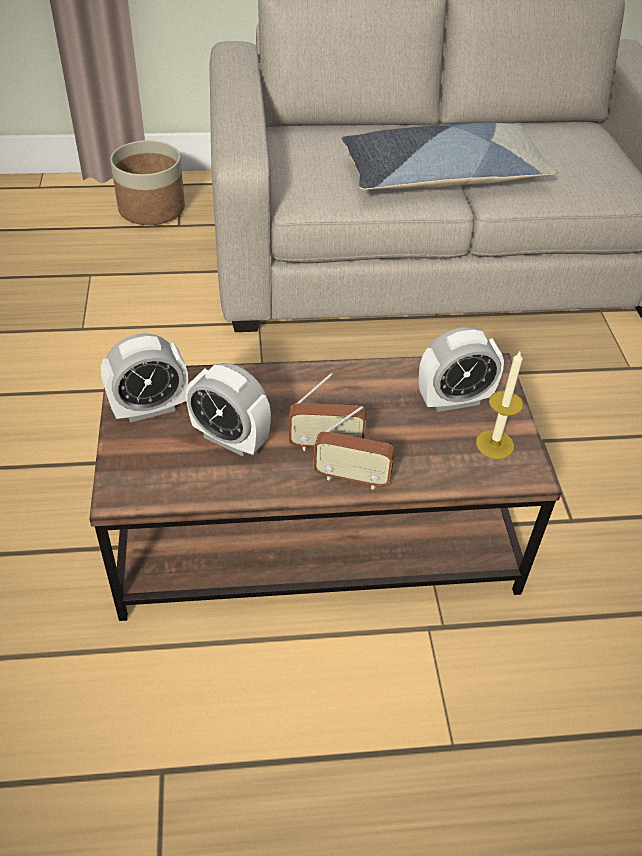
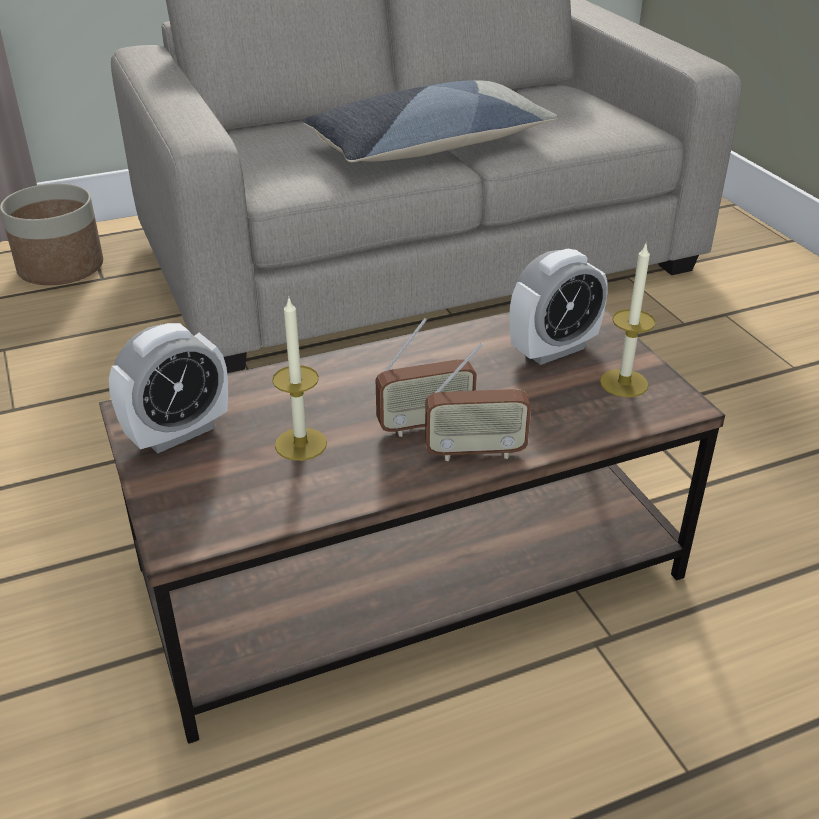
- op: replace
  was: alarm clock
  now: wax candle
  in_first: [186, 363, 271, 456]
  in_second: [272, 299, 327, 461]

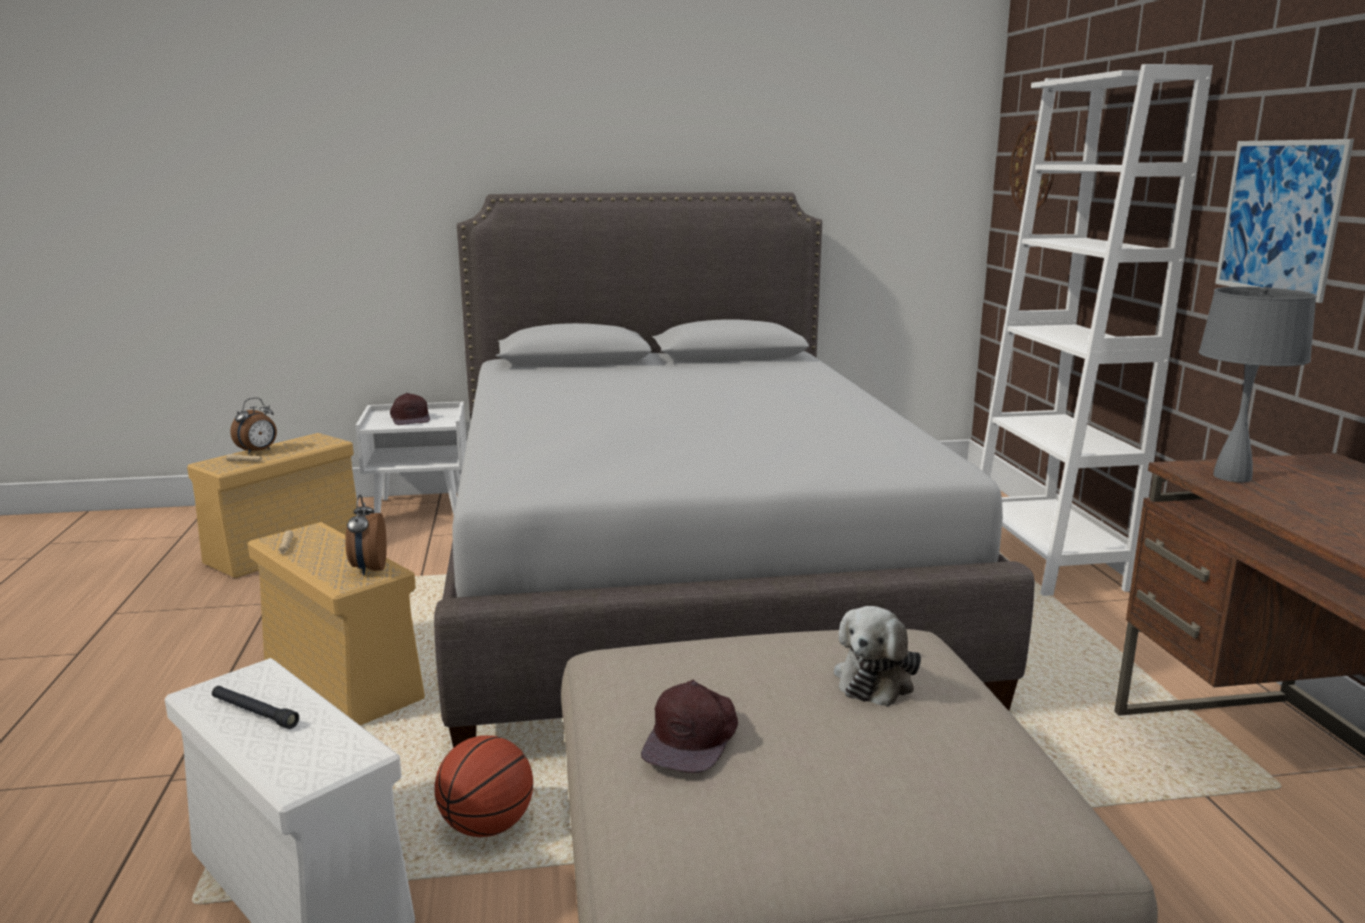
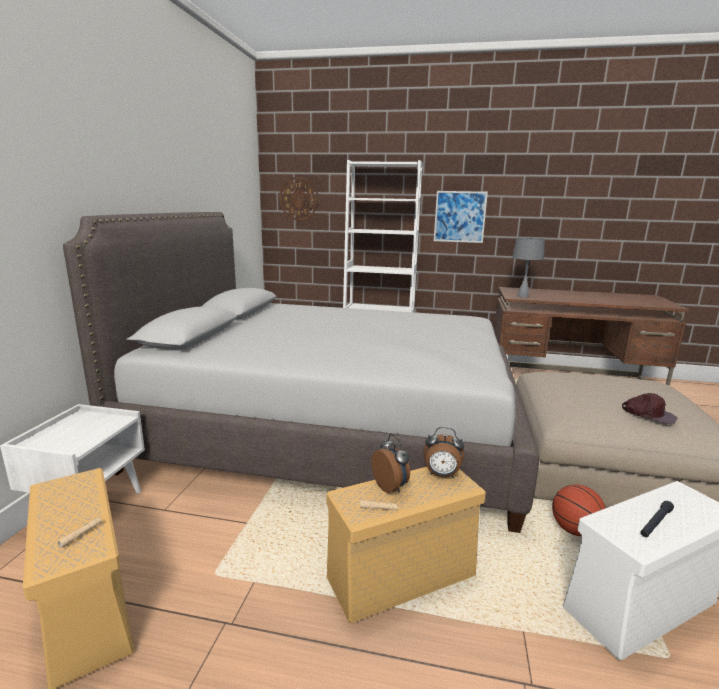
- op: delete
  was: brown cap
  in_first: [390, 393, 430, 425]
- op: delete
  was: cuddly toy
  in_first: [834, 606, 921, 707]
- op: move
  was: alarm clock
  in_first: [230, 397, 277, 454]
  in_second: [371, 434, 410, 493]

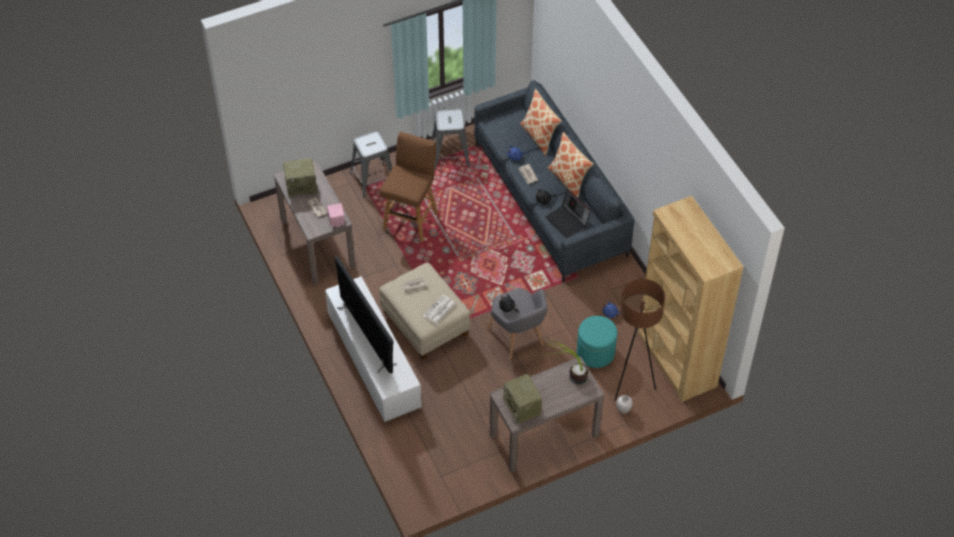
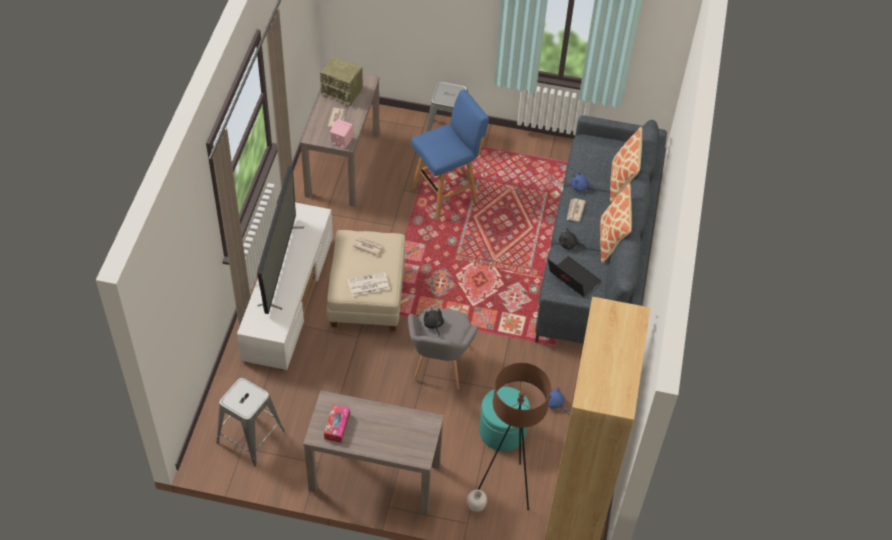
- op: delete
  was: houseplant
  in_first: [545, 339, 588, 385]
- op: move
  was: gray sitting stool
  in_first: [432, 109, 470, 170]
  in_second: [216, 378, 285, 467]
- op: replace
  was: radio set
  now: tissue holder
  in_first: [503, 374, 542, 424]
  in_second: [324, 405, 350, 443]
- op: recolor
  was: brown sitting stool
  now: bluish sitting stool
  in_first: [380, 132, 438, 242]
  in_second: [411, 89, 489, 220]
- op: rotate
  was: portable computer
  in_first: [545, 189, 591, 238]
  in_second: [548, 256, 601, 296]
  clockwise: 135

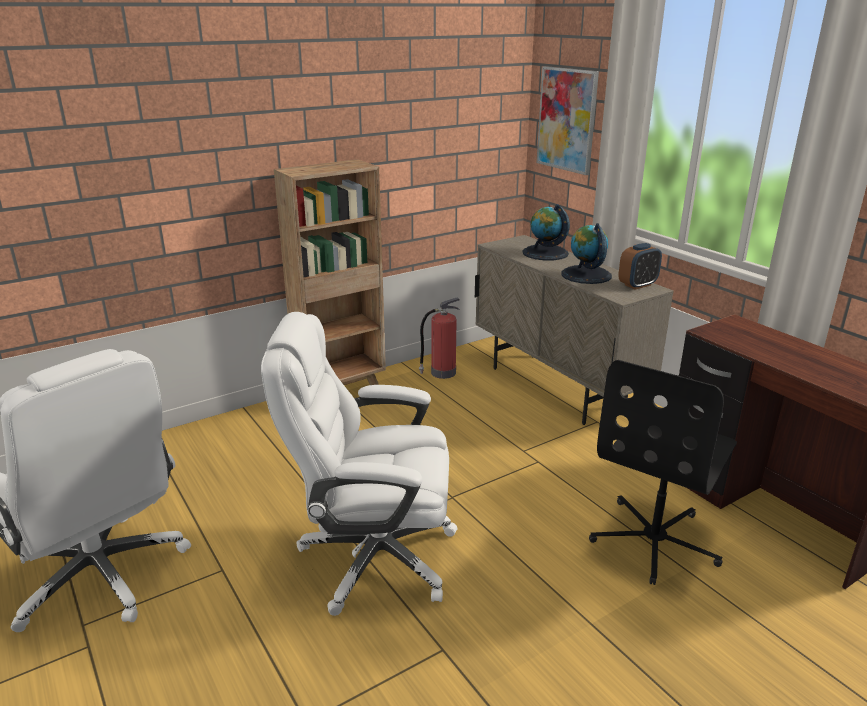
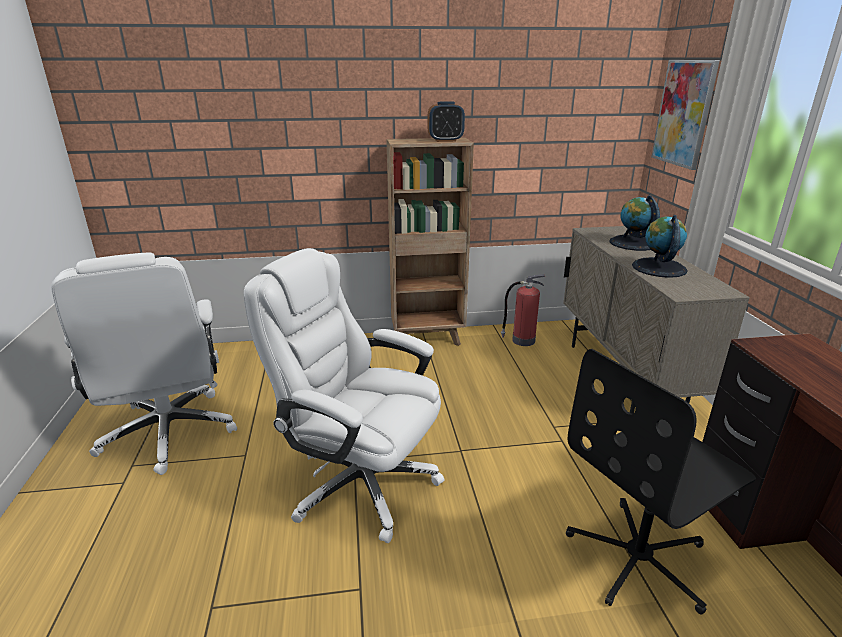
- op: move
  was: alarm clock
  in_first: [618, 243, 662, 290]
  in_second: [427, 101, 465, 142]

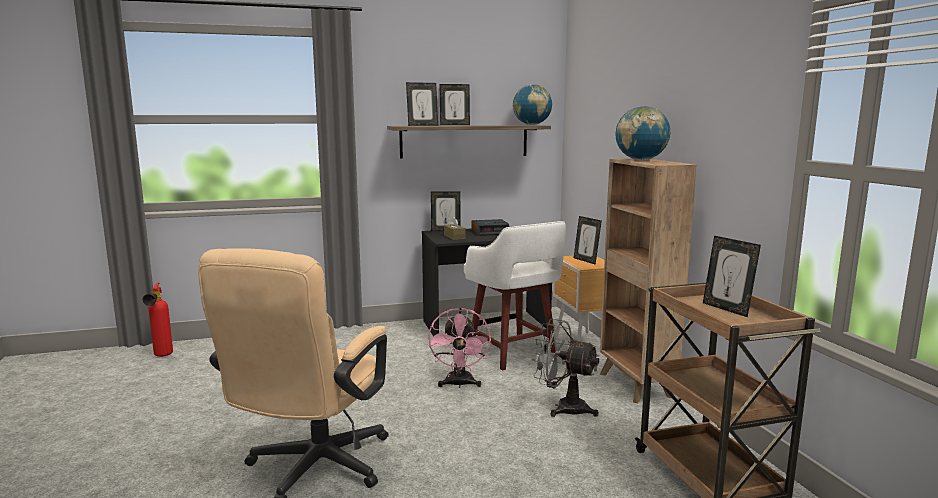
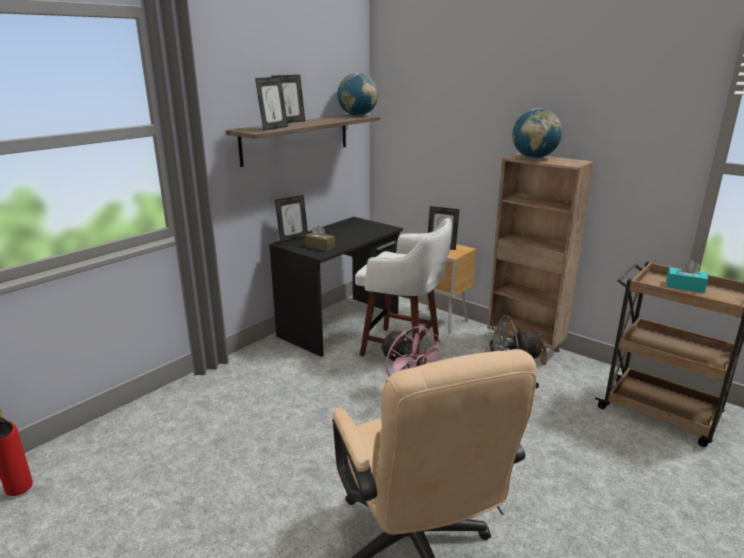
- op: delete
  was: alarm clock
  in_first: [471, 219, 509, 236]
- op: replace
  was: picture frame
  now: turquoise tissue holder
  in_first: [703, 236, 761, 317]
  in_second: [666, 260, 708, 293]

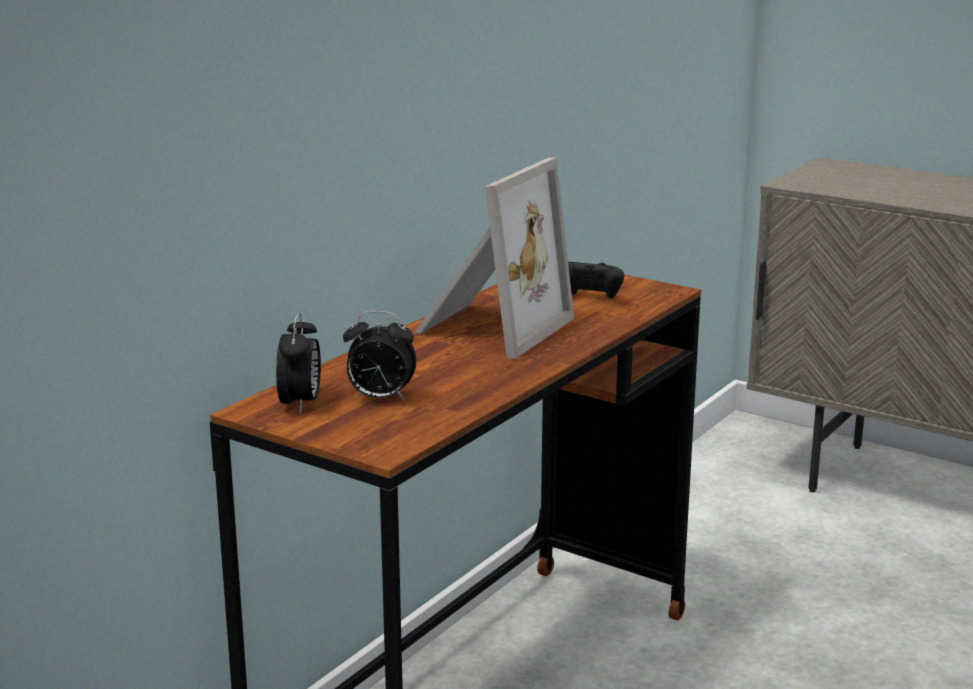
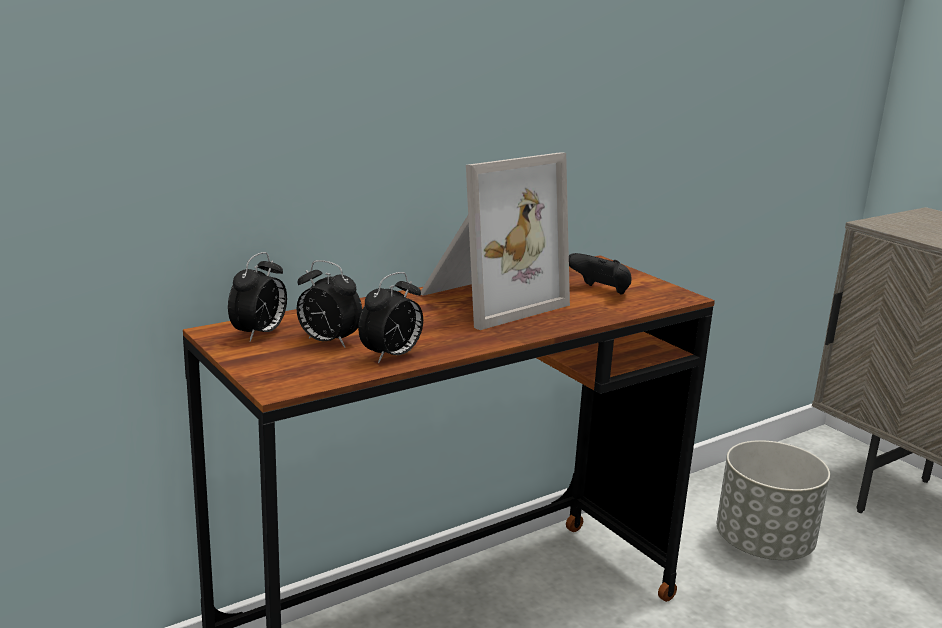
- op: insert
  now: alarm clock
  in_second: [358, 272, 423, 364]
- op: insert
  now: gray flower pot
  in_second: [716, 440, 830, 560]

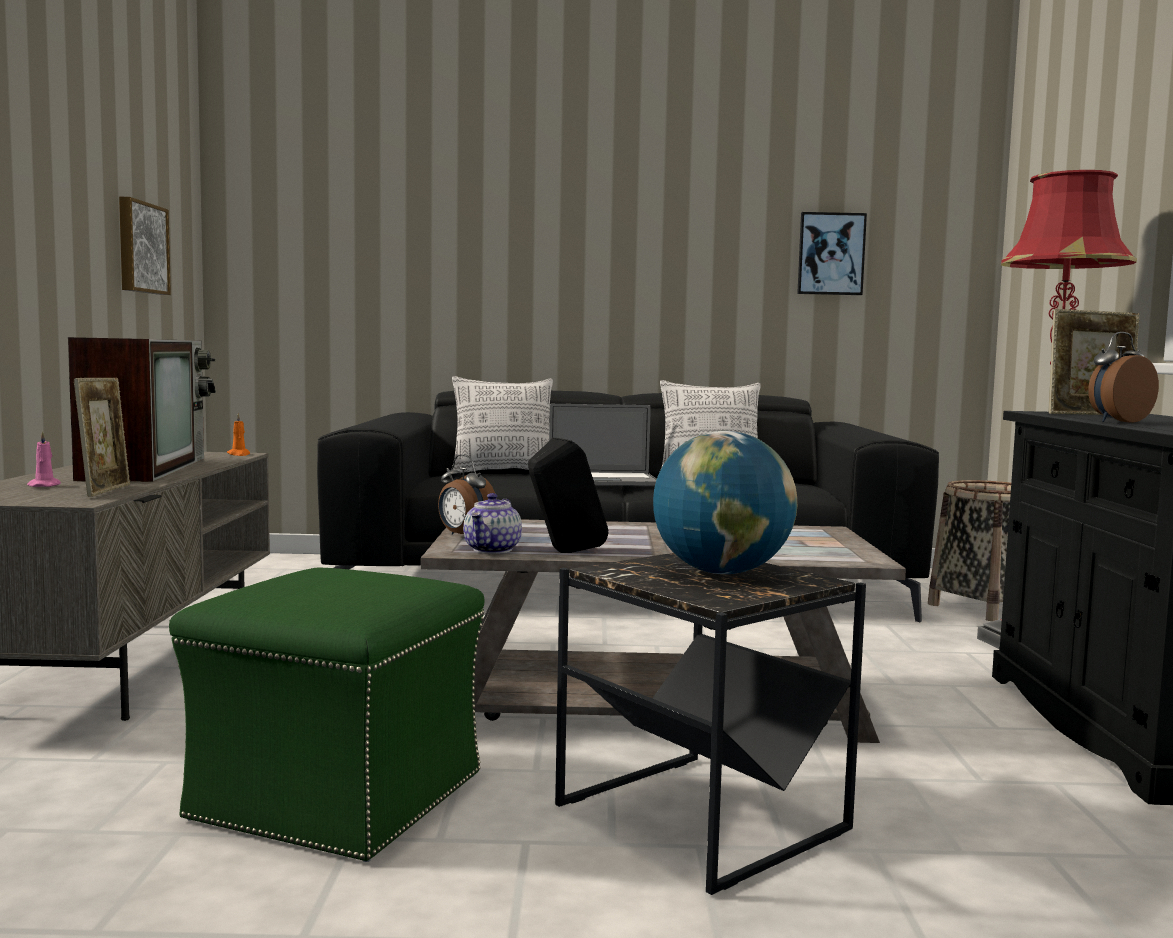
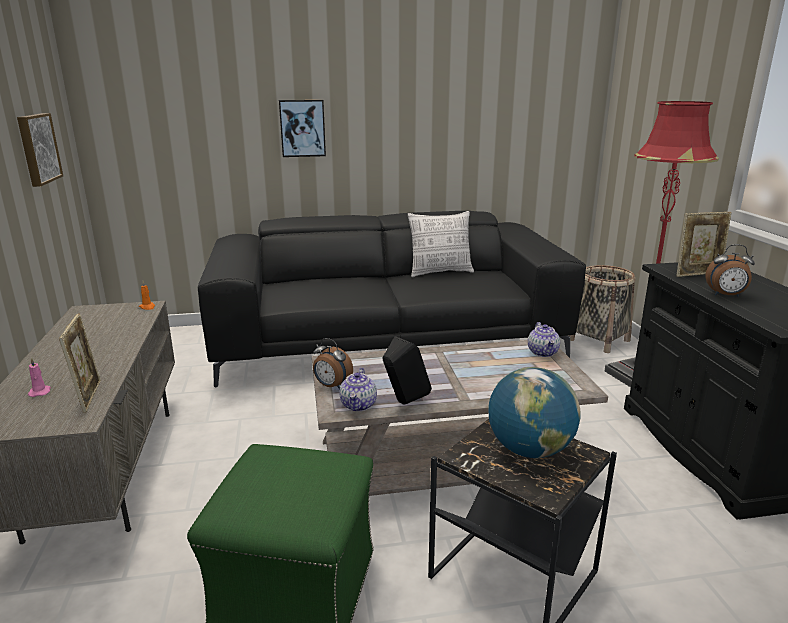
- op: delete
  was: TV set
  in_first: [68, 337, 216, 482]
- op: delete
  was: pillow
  in_first: [452, 376, 553, 473]
- op: delete
  was: portable computer
  in_first: [549, 404, 657, 486]
- op: insert
  now: pot for tea
  in_second: [528, 322, 560, 357]
- op: move
  was: wall art
  in_first: [797, 212, 867, 295]
  in_second: [279, 100, 326, 157]
- op: rotate
  was: alarm clock
  in_first: [1088, 332, 1159, 423]
  in_second: [705, 244, 755, 297]
  clockwise: -135

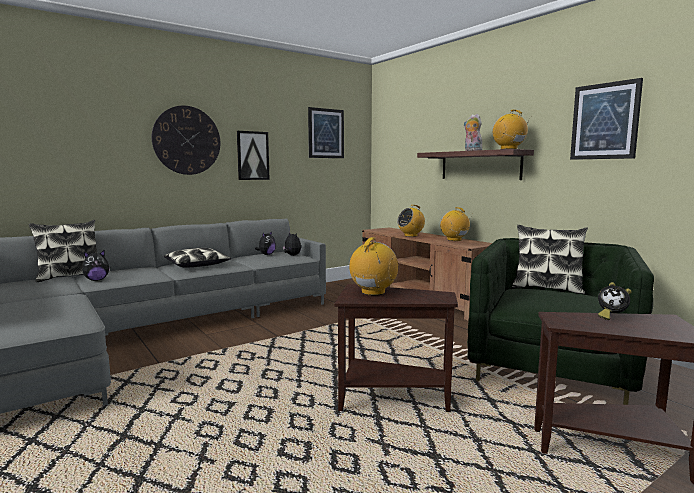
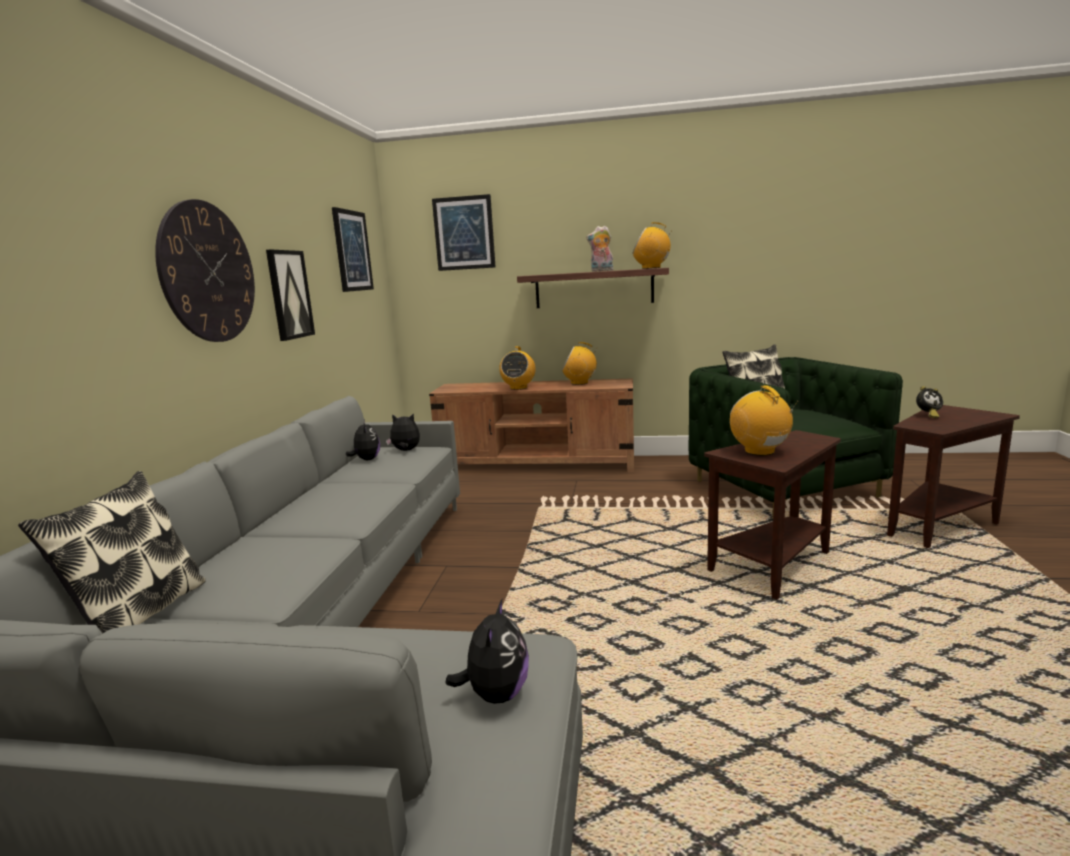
- op: delete
  was: pillow
  in_first: [164, 248, 231, 268]
- op: move
  was: cuddly toy
  in_first: [82, 251, 110, 281]
  in_second: [445, 598, 529, 704]
- op: move
  was: wall art
  in_first: [570, 78, 643, 160]
  in_second: [432, 194, 496, 271]

